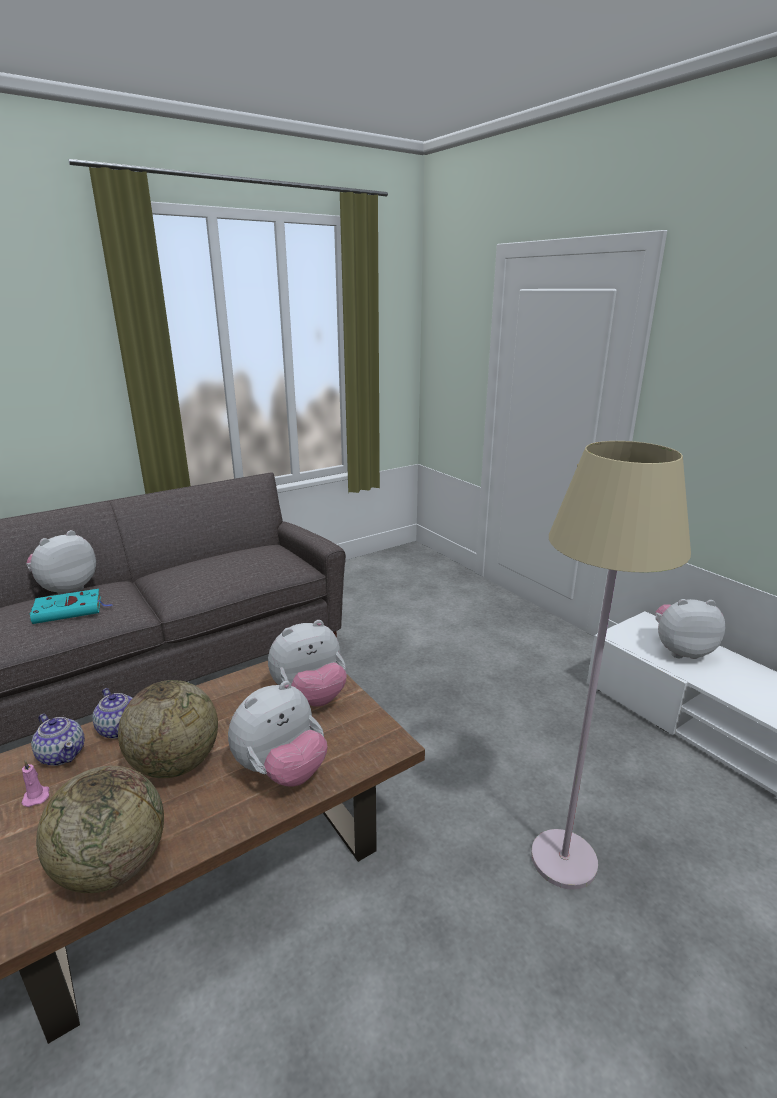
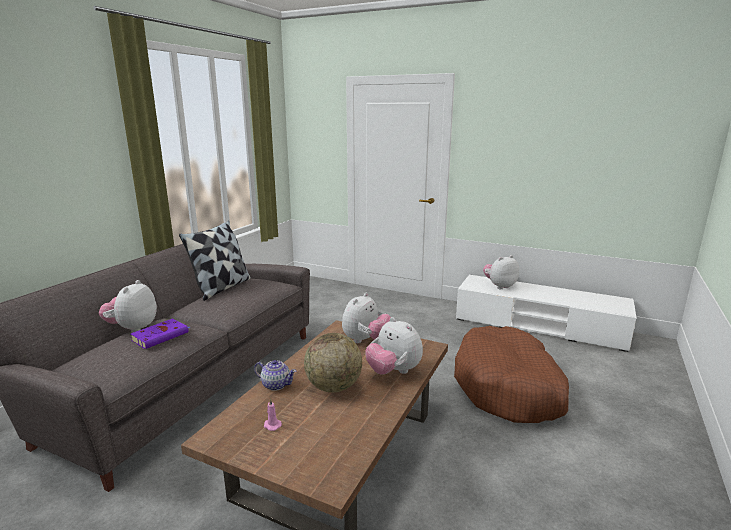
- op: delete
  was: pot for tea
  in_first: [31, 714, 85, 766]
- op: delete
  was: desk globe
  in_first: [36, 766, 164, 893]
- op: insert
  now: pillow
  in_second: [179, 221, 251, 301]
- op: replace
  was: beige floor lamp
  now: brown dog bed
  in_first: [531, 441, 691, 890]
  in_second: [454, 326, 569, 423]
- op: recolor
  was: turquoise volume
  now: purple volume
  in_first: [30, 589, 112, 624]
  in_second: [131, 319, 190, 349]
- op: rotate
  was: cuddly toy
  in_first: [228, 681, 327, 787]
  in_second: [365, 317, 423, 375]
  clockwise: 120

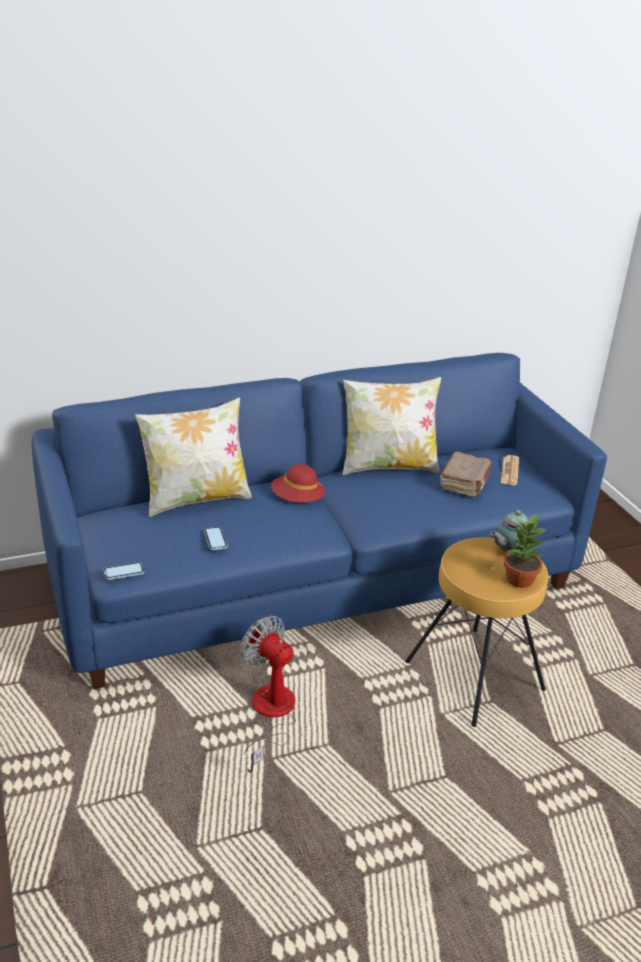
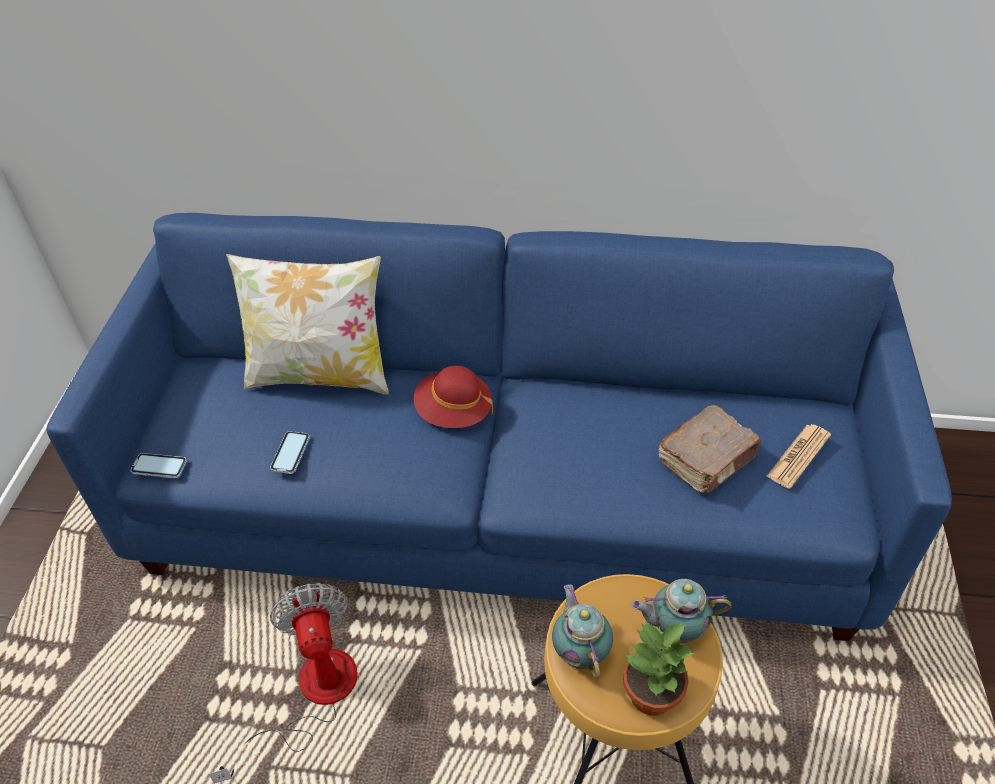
- op: delete
  was: pillow
  in_first: [343, 377, 441, 475]
- op: insert
  now: pot for tea
  in_second: [552, 584, 613, 679]

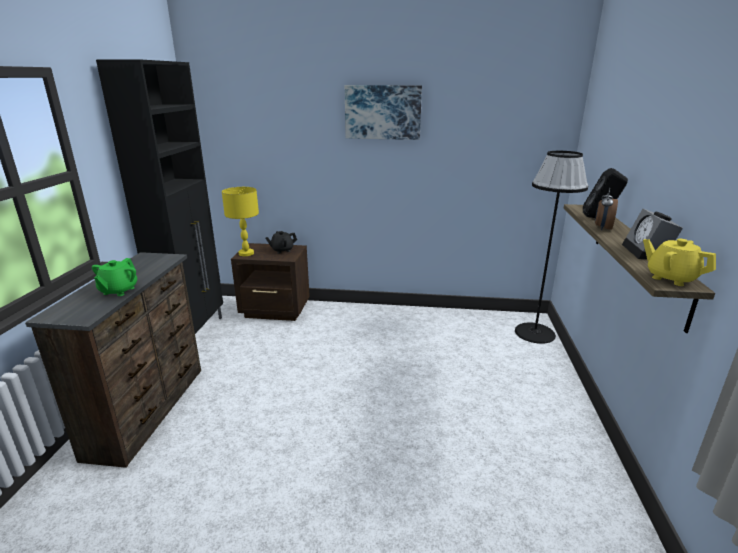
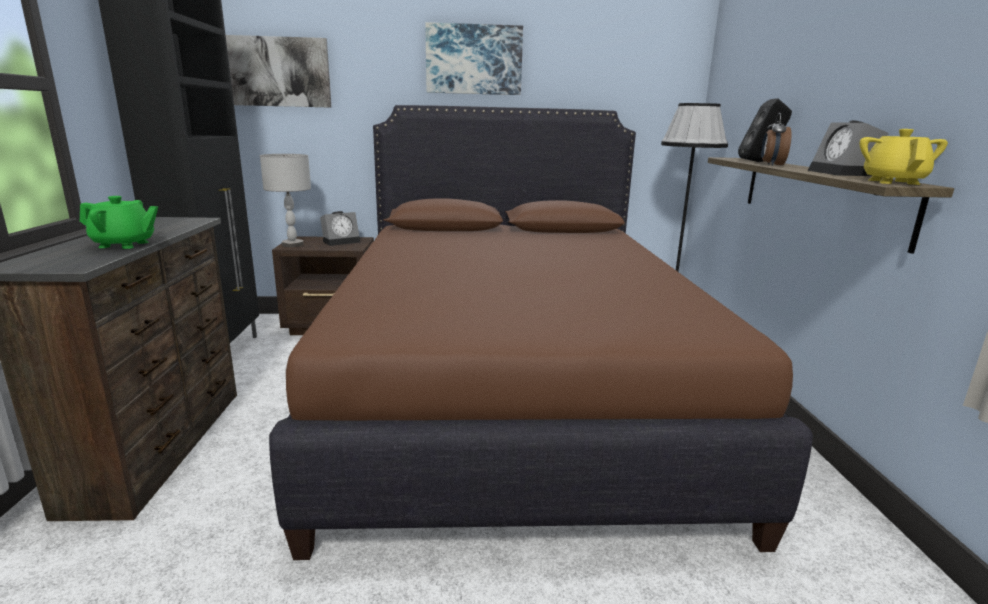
- op: insert
  now: wall art
  in_second: [226, 35, 331, 108]
- op: insert
  now: brown sleeping bed
  in_second: [269, 105, 813, 560]
- op: replace
  was: black pot for tea
  now: alarm clock
  in_first: [266, 231, 297, 254]
  in_second: [320, 211, 360, 246]
- op: recolor
  was: yellow-coloured lamp for a table
  now: gray lamp for a table
  in_first: [222, 187, 259, 256]
  in_second: [260, 154, 311, 247]
- op: rotate
  was: green pot for tea
  in_first: [92, 258, 137, 296]
  in_second: [80, 196, 158, 249]
  clockwise: -90
- op: rotate
  was: yellow-coloured pot for tea
  in_first: [643, 239, 716, 286]
  in_second: [860, 129, 948, 185]
  clockwise: 60

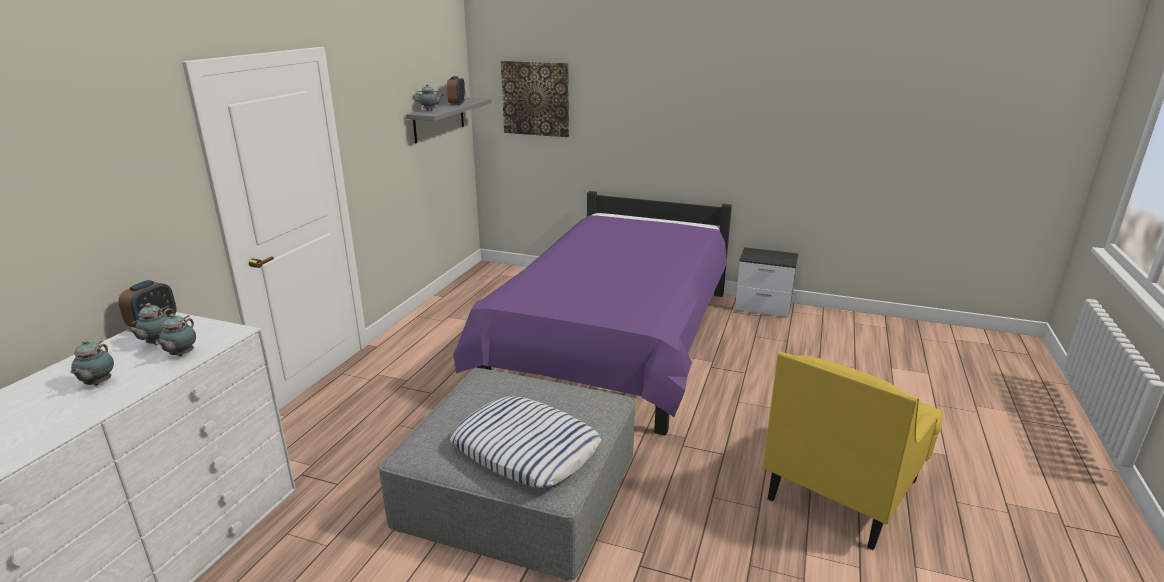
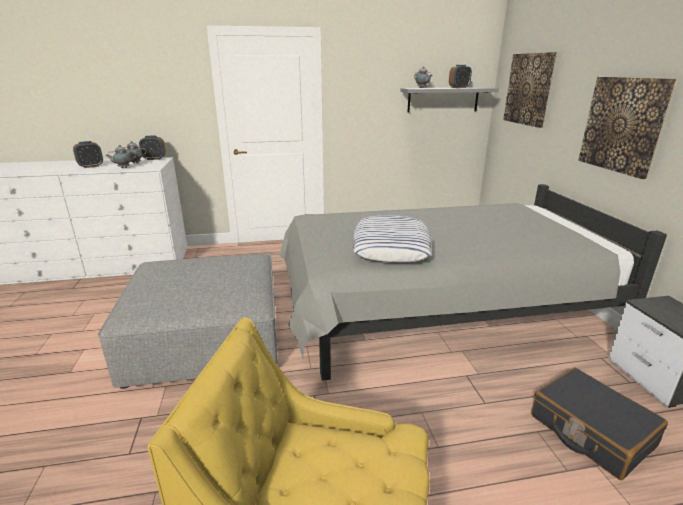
- op: insert
  now: black suitcase
  in_second: [531, 367, 668, 480]
- op: insert
  now: wall art
  in_second: [578, 77, 677, 179]
- op: move
  was: pillow
  in_first: [450, 396, 601, 488]
  in_second: [353, 215, 431, 262]
- op: replace
  was: pot for tea
  now: alarm clock
  in_first: [70, 340, 114, 386]
  in_second: [73, 141, 103, 168]
- op: recolor
  was: purple sleeping bed
  now: gray sleeping bed
  in_first: [453, 191, 732, 435]
  in_second: [279, 184, 667, 381]

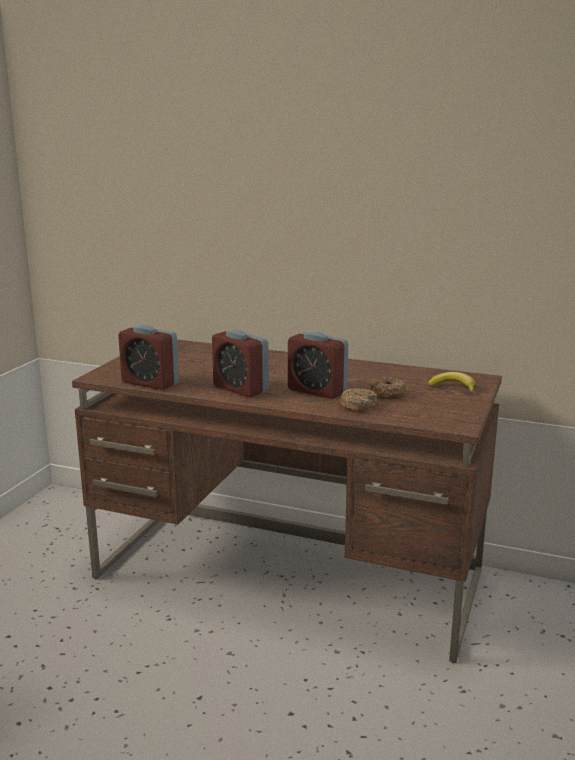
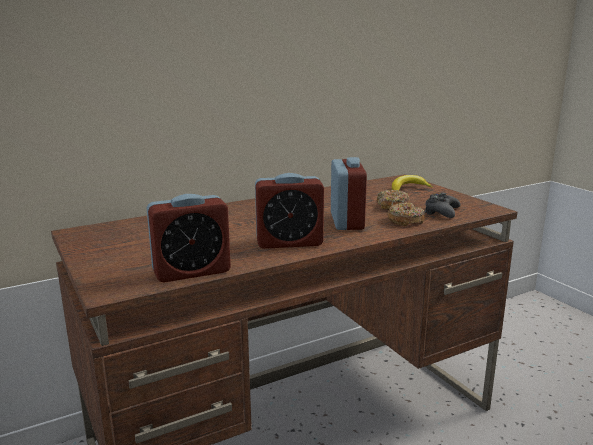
- op: insert
  now: black game controller
  in_second: [424, 193, 461, 218]
- op: rotate
  was: alarm clock
  in_first: [288, 331, 348, 399]
  in_second: [331, 157, 367, 230]
  clockwise: -75

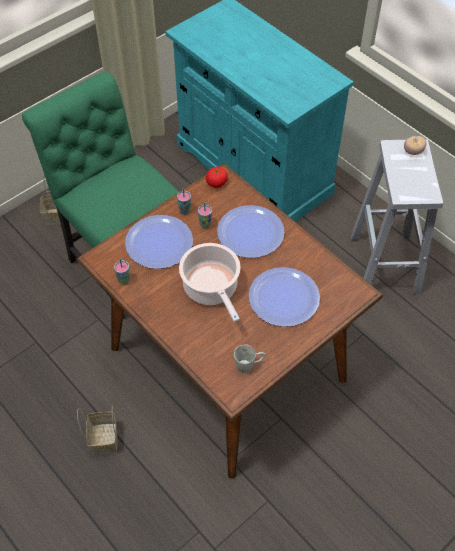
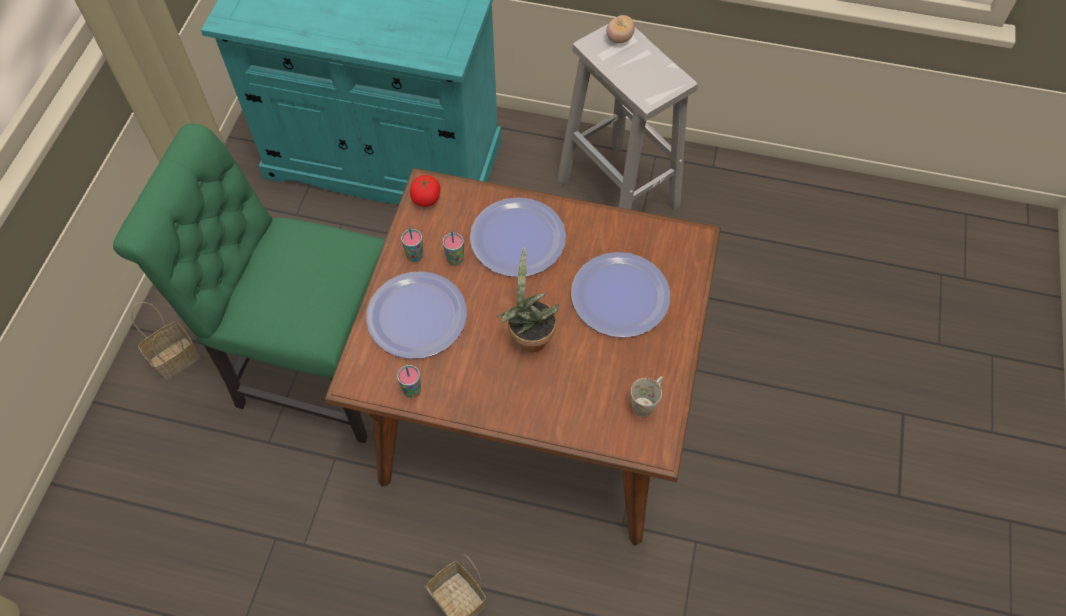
- op: replace
  was: cooking pot
  now: houseplant
  in_first: [179, 243, 240, 322]
  in_second: [496, 247, 559, 352]

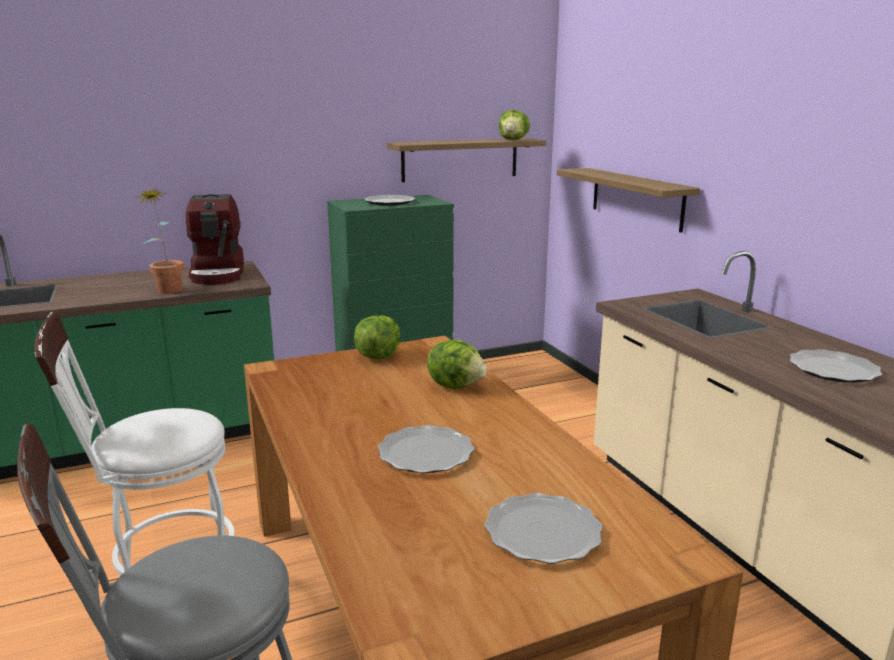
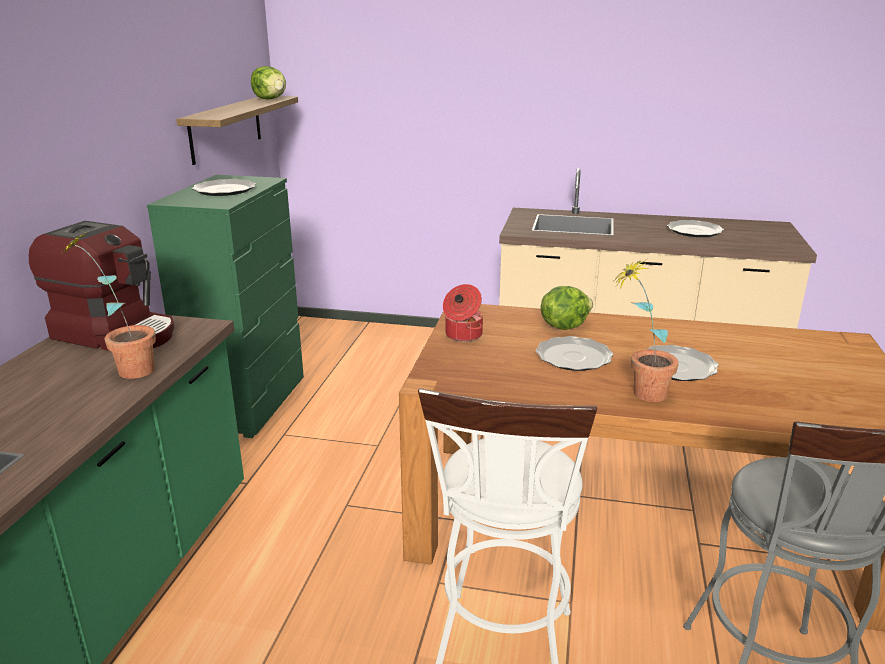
- op: delete
  was: bracket shelf
  in_first: [557, 168, 700, 233]
- op: insert
  now: houseplant
  in_second: [614, 258, 679, 402]
- op: move
  was: dinner plate
  in_first: [484, 493, 603, 564]
  in_second: [536, 336, 614, 371]
- op: replace
  was: lettuce
  now: cooking pot
  in_first: [354, 315, 400, 359]
  in_second: [443, 284, 483, 342]

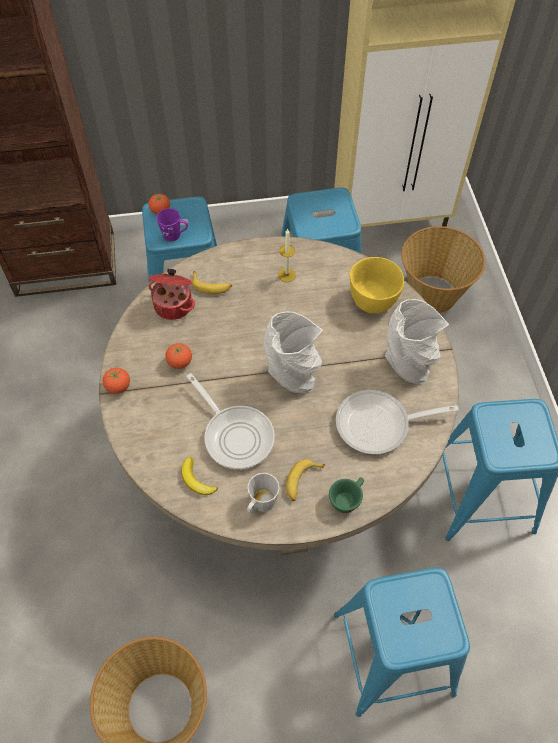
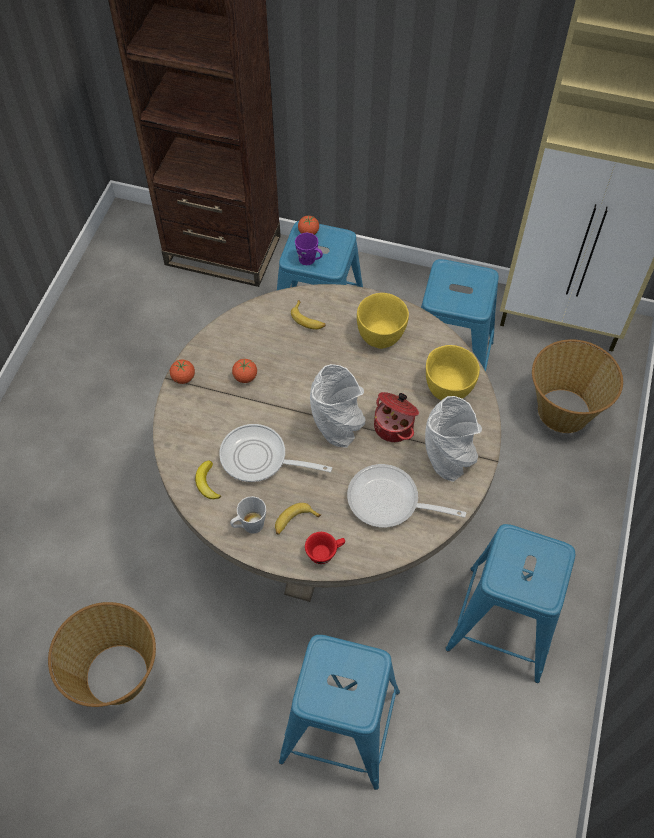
- op: move
  was: cooking pot
  in_first: [148, 269, 195, 320]
  in_second: [374, 392, 419, 442]
- op: replace
  was: wax candle
  now: yellow-coloured serving bowl
  in_first: [278, 228, 296, 282]
  in_second: [357, 293, 409, 349]
- op: recolor
  was: green small cup
  now: red-coloured small cup
  in_first: [329, 477, 364, 513]
  in_second: [305, 532, 345, 564]
- op: rotate
  was: skillet
  in_first: [186, 373, 275, 470]
  in_second: [219, 424, 332, 482]
  clockwise: 120

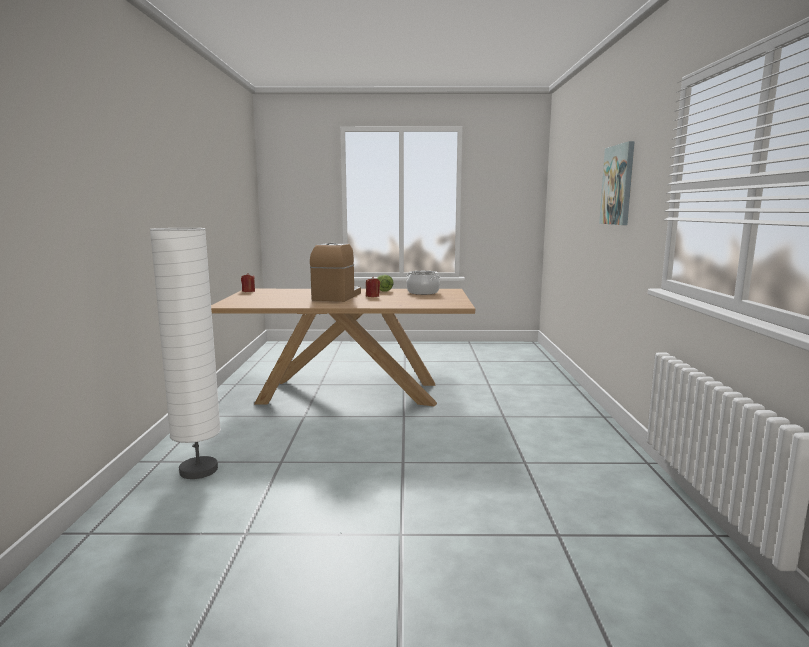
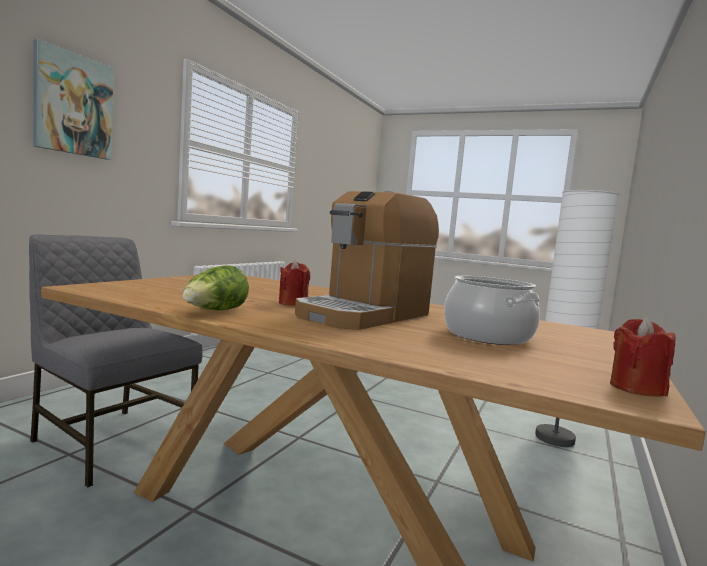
- op: insert
  now: gray plain chair
  in_second: [29, 234, 203, 487]
- op: move
  was: cooking pot
  in_first: [406, 271, 440, 295]
  in_second: [444, 276, 540, 345]

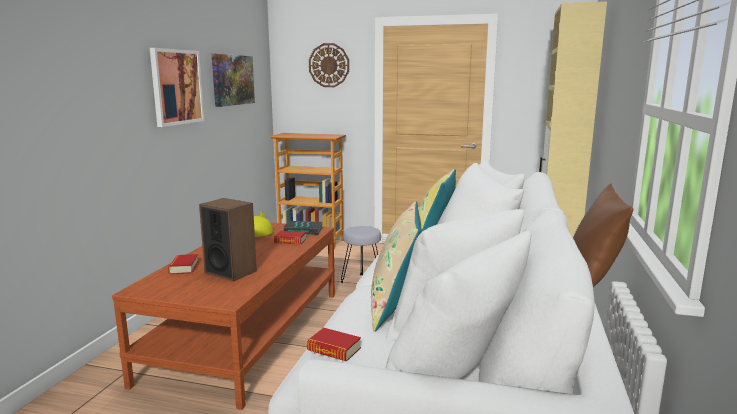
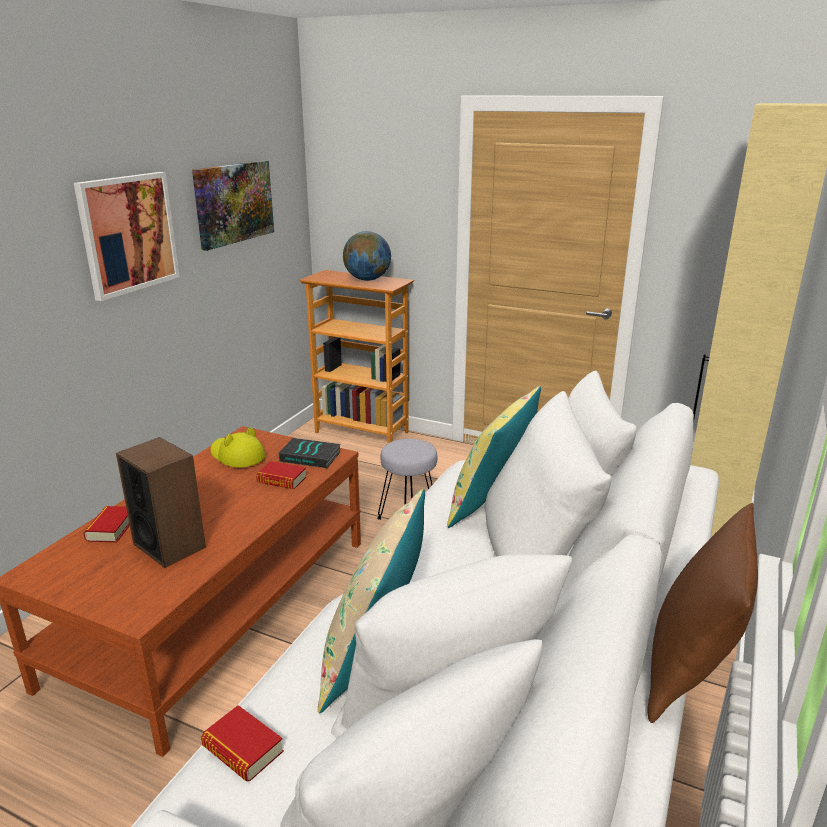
- op: delete
  was: wall clock
  in_first: [309, 43, 349, 87]
- op: insert
  now: desk globe
  in_second: [343, 231, 391, 281]

